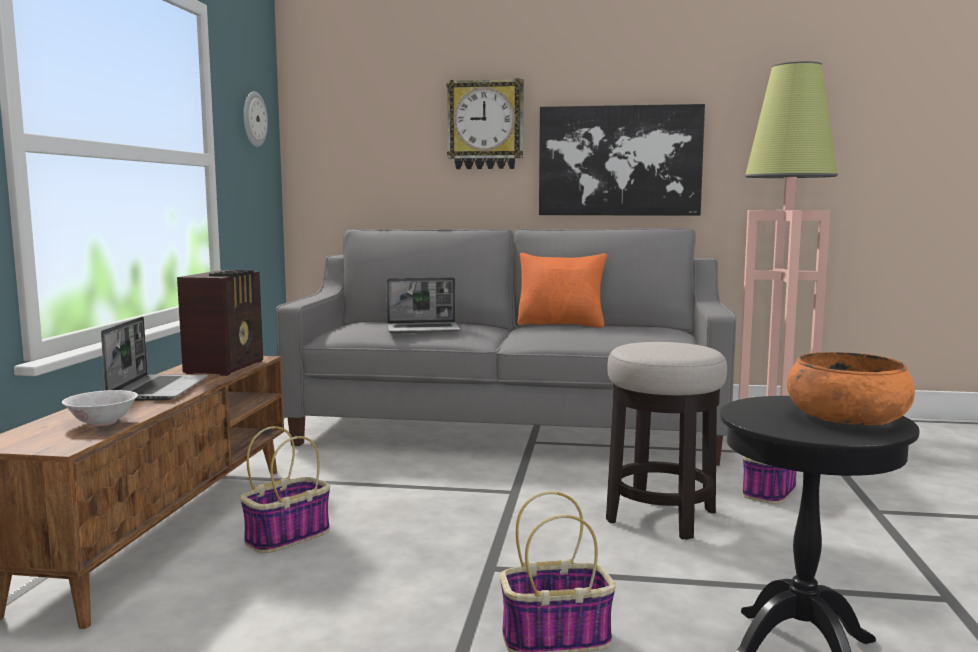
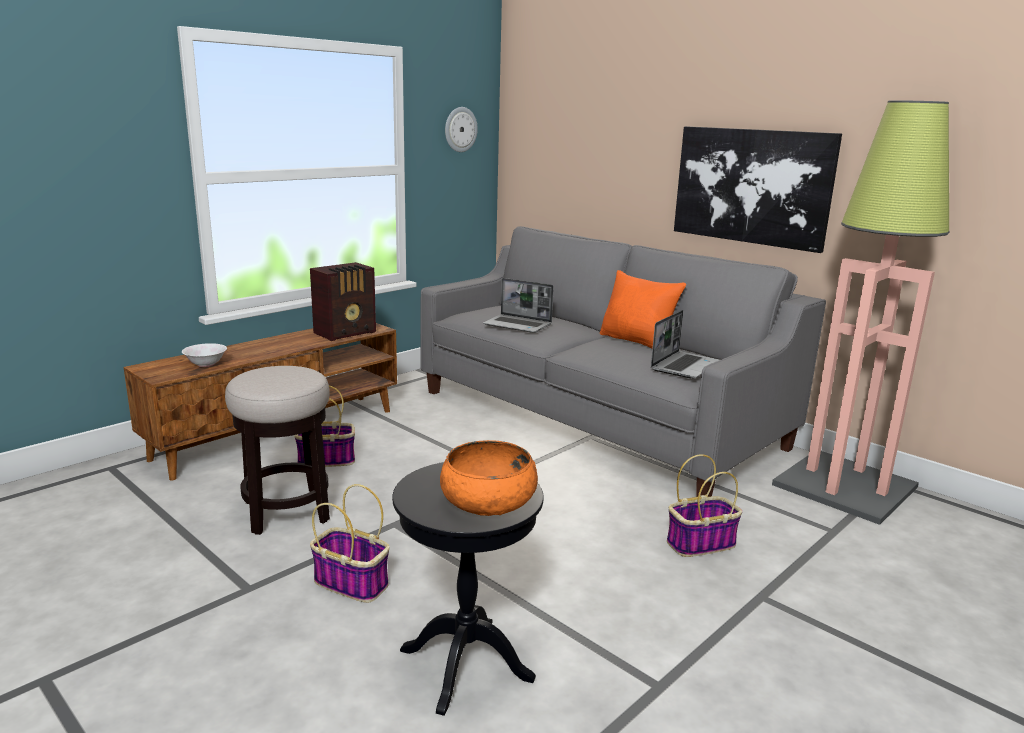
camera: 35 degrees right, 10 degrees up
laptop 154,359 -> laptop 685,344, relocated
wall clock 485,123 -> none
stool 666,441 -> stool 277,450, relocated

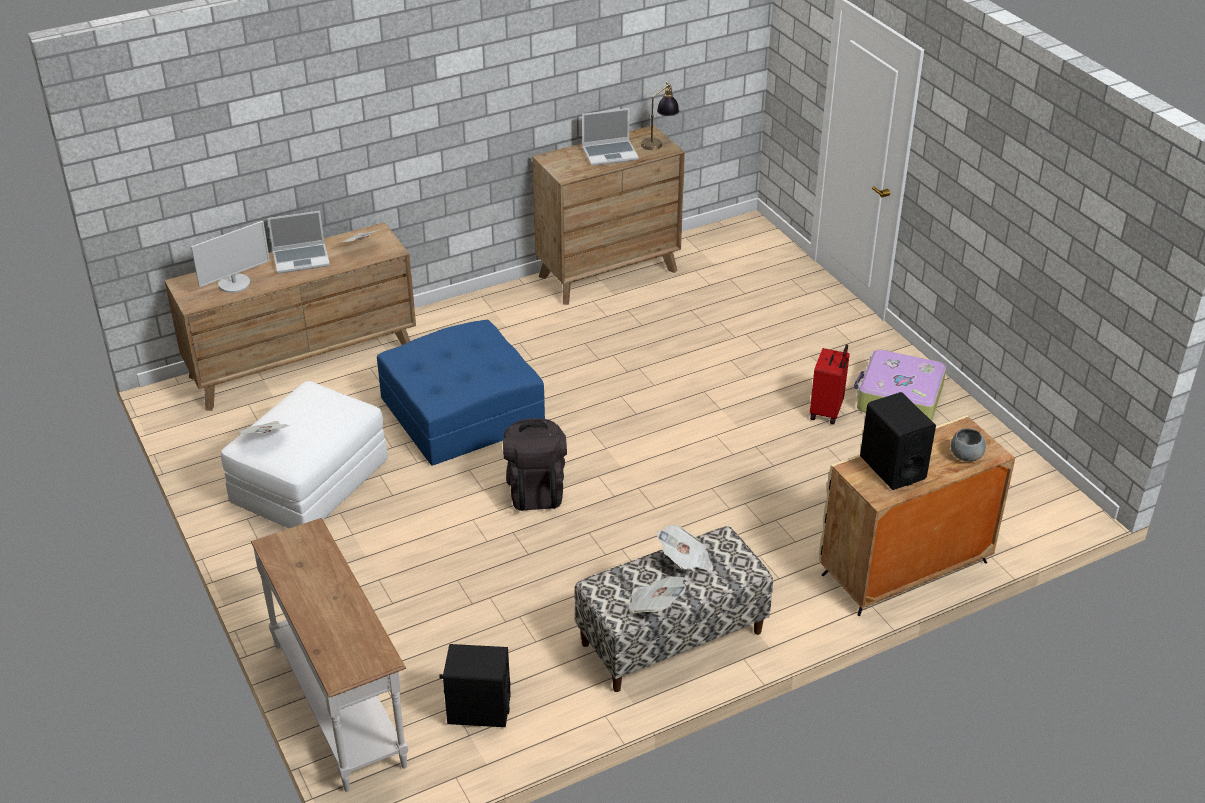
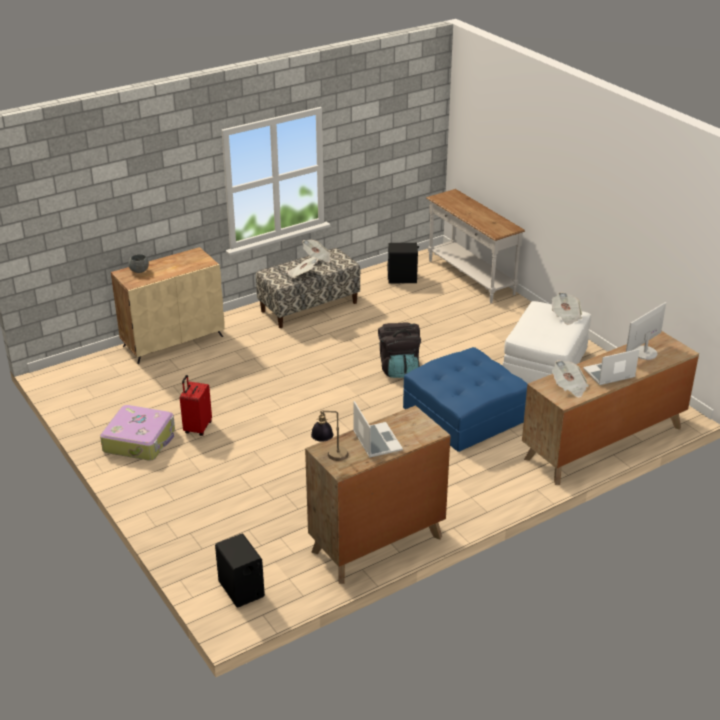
camera: 175 degrees right, 5 degrees down
laptop 610,137 -> laptop 378,429, 90 degrees clockwise
speaker (black) 898,441 -> speaker (black) 240,570, relocated

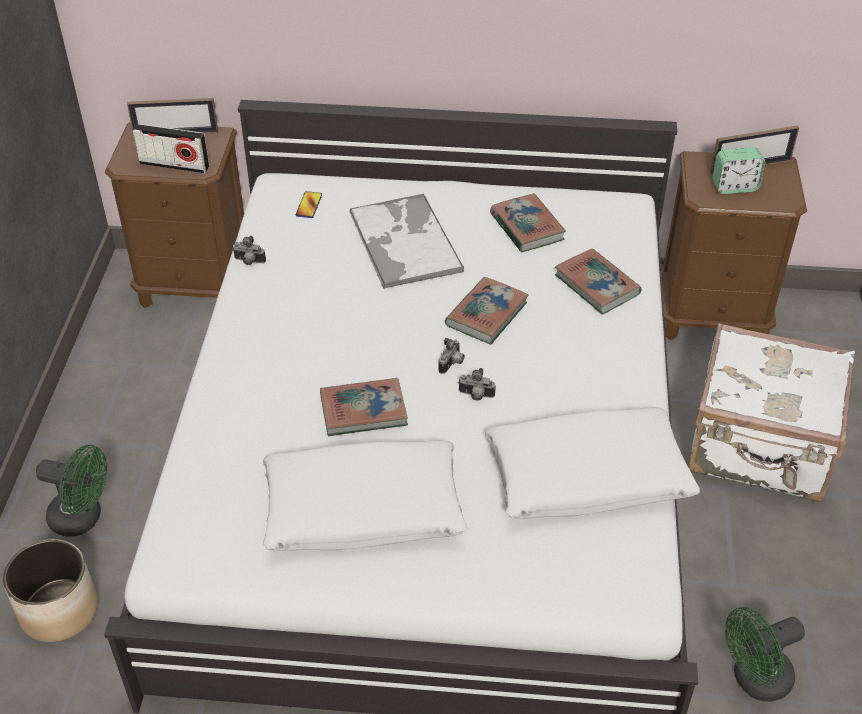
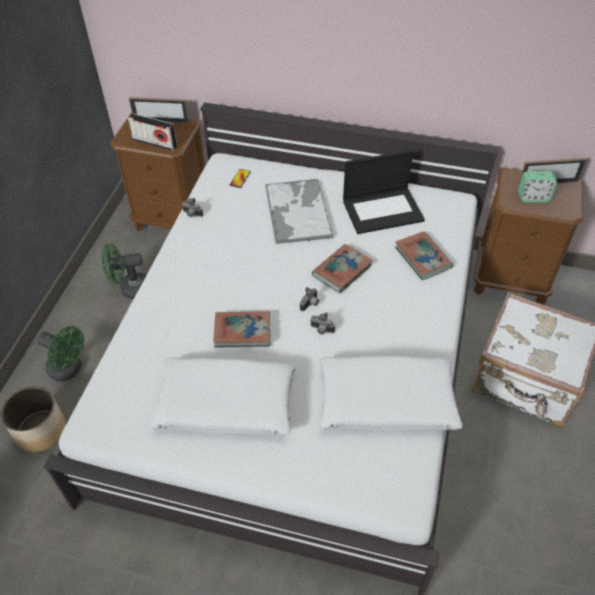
camera: 10 degrees right, 5 degrees up
book 528,223 -> laptop 384,192
fan (green) 765,654 -> fan (green) 124,271, relocated

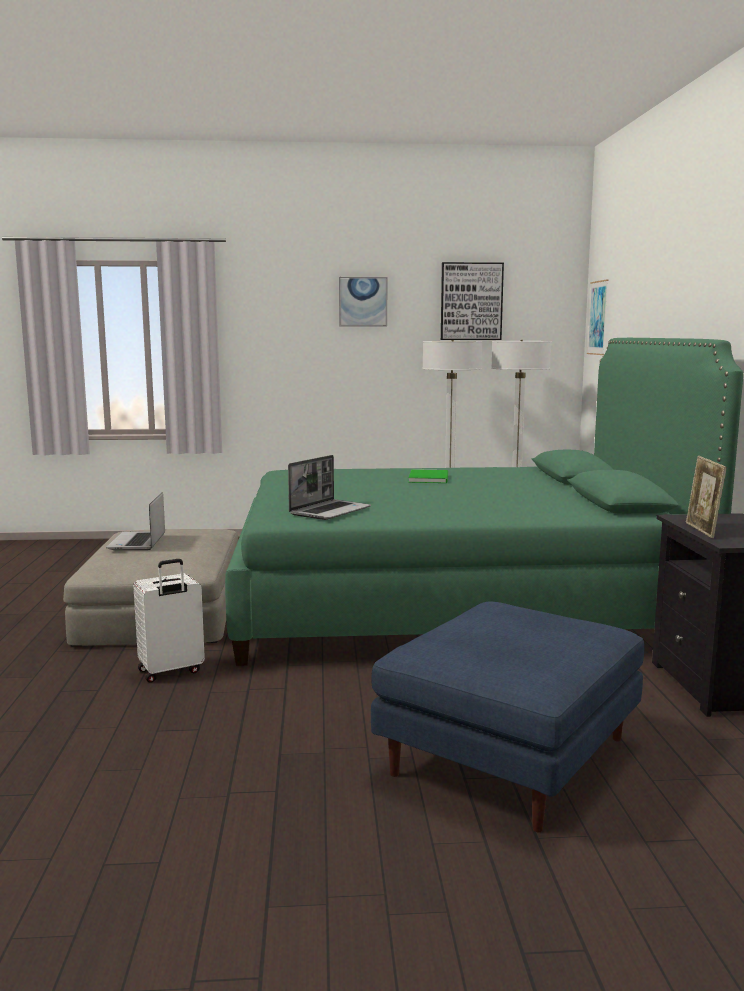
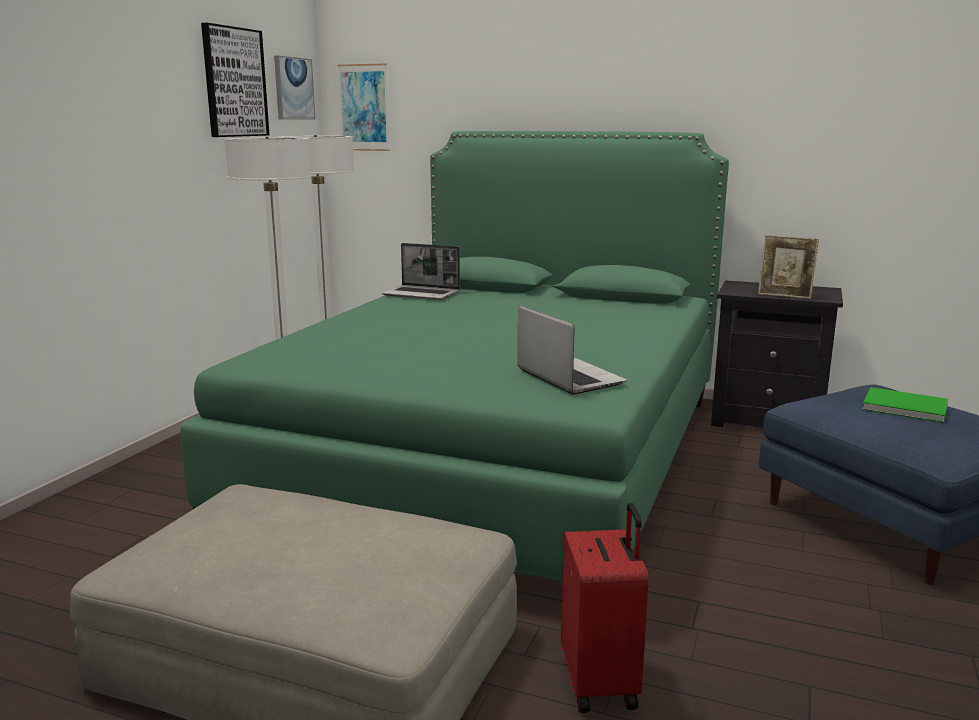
camera: 65 degrees left, 5 degrees up
laptop 135,521 -> laptop 421,271, relocated
suitcase (white) 169,621 -> suitcase (red) 605,607
picture 363,302 -> picture 294,87, relocated
book (green) 428,476 -> book (green) 905,405, relocated

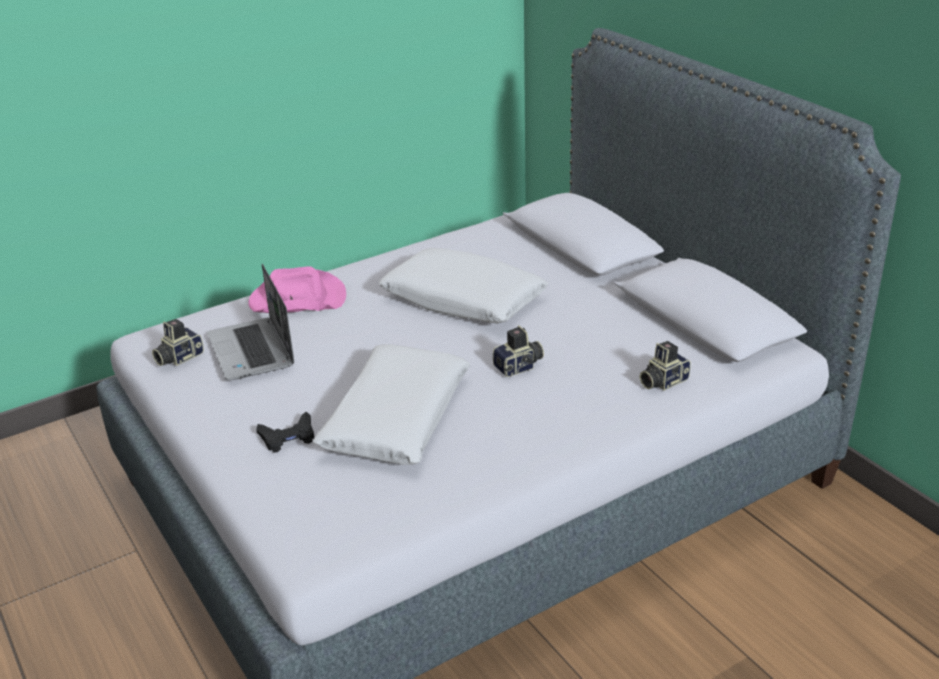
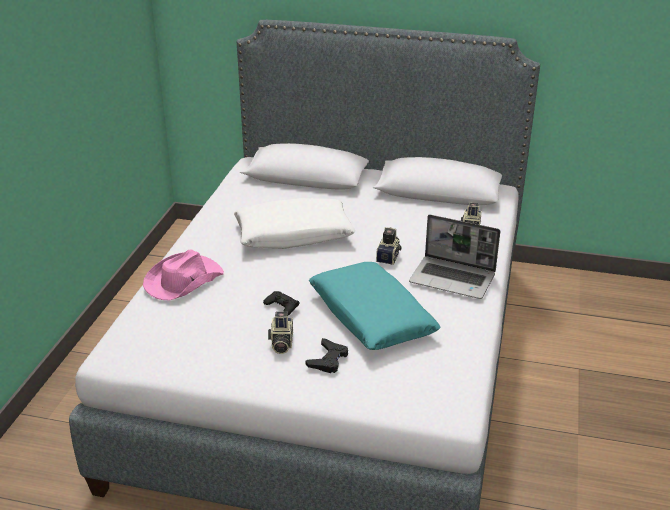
camera: 45 degrees left, 0 degrees up
photo camera 178,342 -> photo camera 280,333, relocated
laptop 250,322 -> laptop 454,257, relocated
pillow (white) 392,404 -> pillow (turquoise) 374,306
none -> game controller (black) 281,303

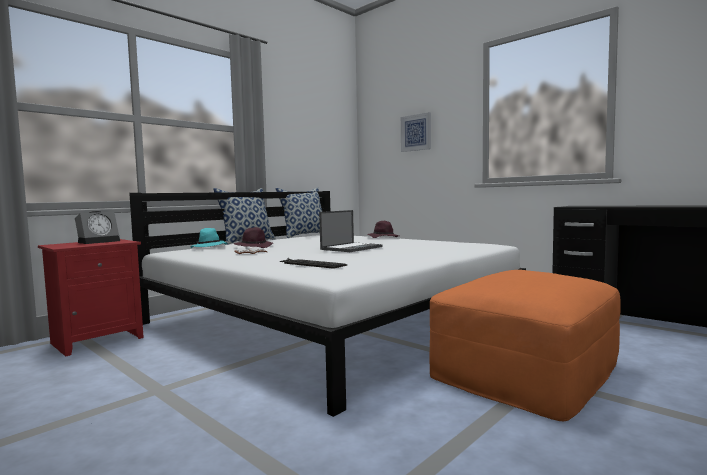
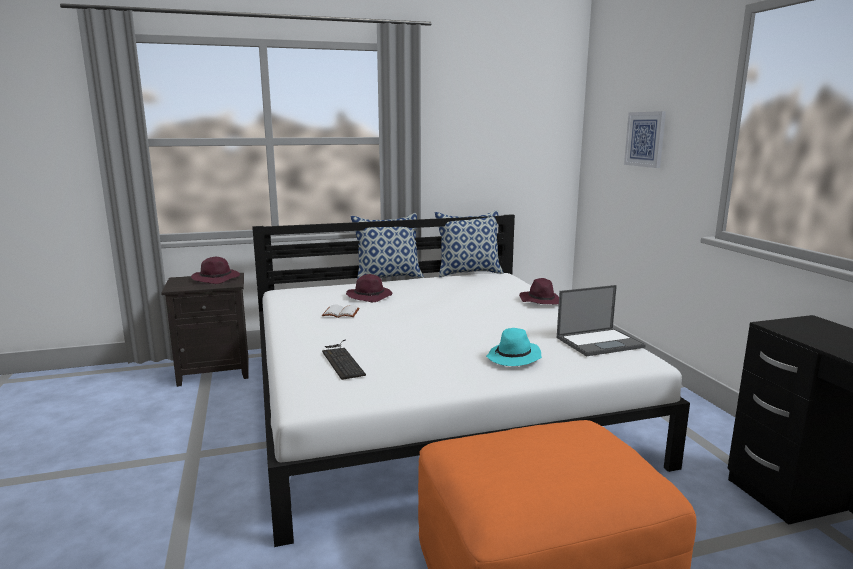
camera: 30 degrees right, 10 degrees up
nightstand (red) 91,298 -> nightstand (black) 205,330
alarm clock 97,227 -> hat (purple) 215,270
hat (turquoise) 209,238 -> hat (turquoise) 514,347, relocated
laptop 351,231 -> laptop 601,320, relocated

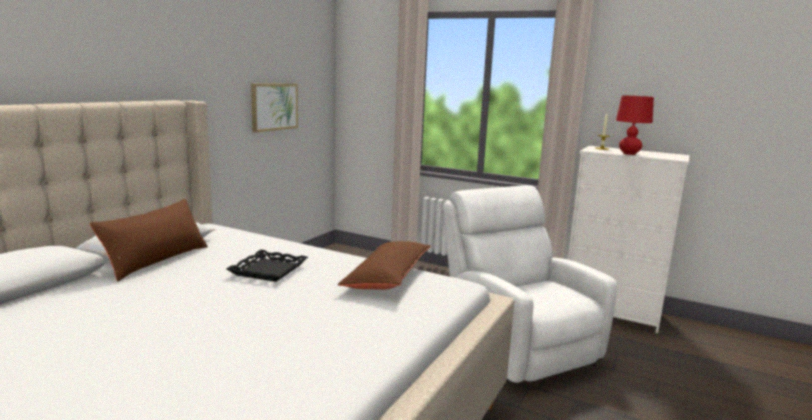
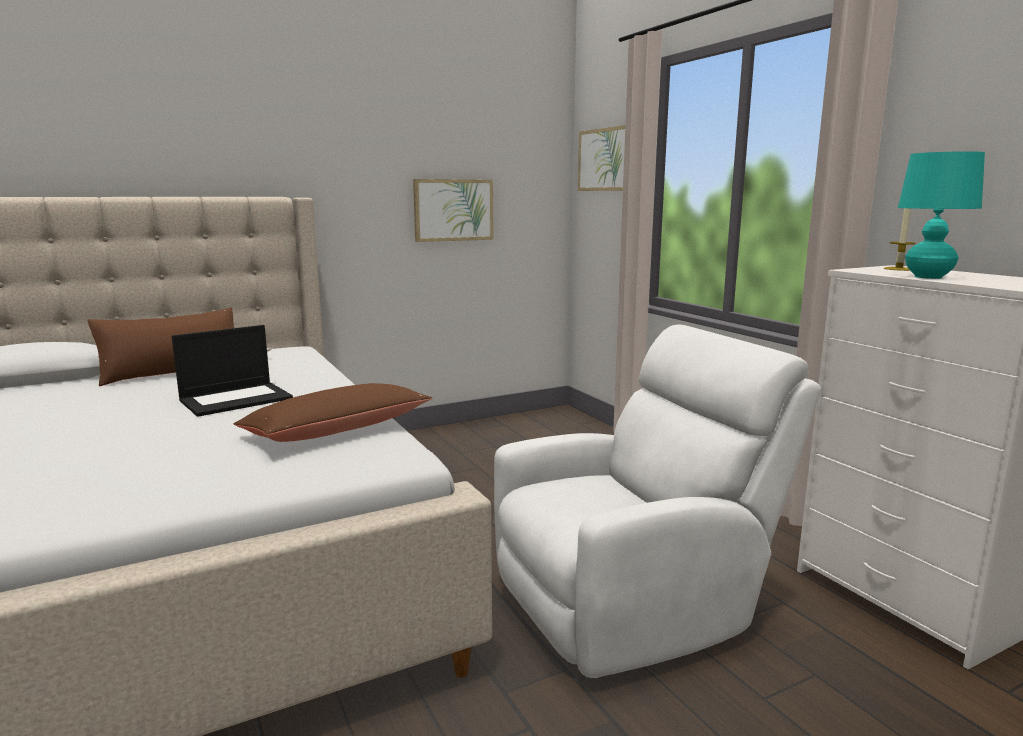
camera: 35 degrees right, 0 degrees up
tray (black) 267,266 -> laptop 232,371
armchair (white) 530,284 -> armchair (white) 657,501, 60 degrees clockwise
table lamp (red) 635,125 -> table lamp (turquoise) 941,215
none -> picture 601,158

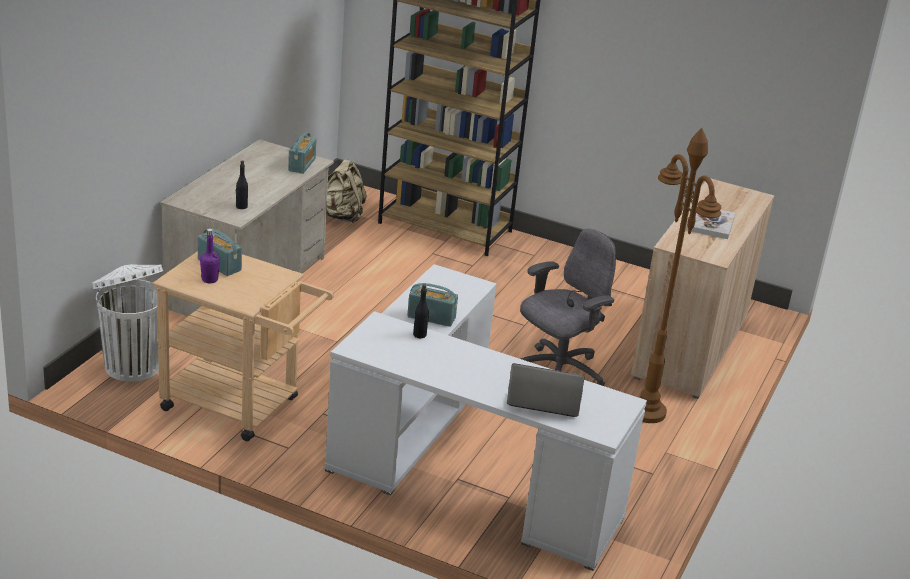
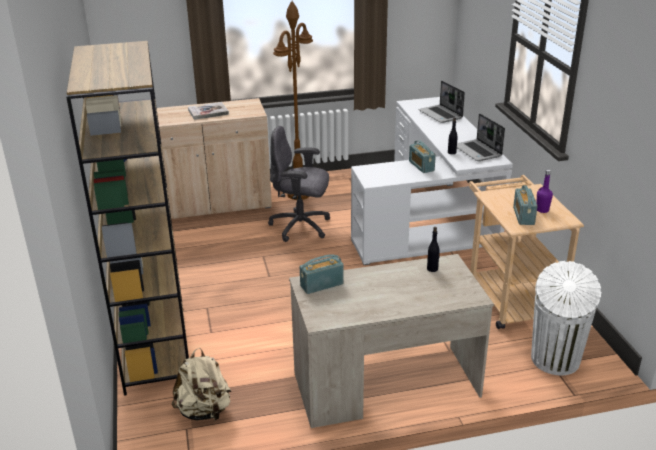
camera: 125 degrees left, 0 degrees up
none -> laptop 481,137

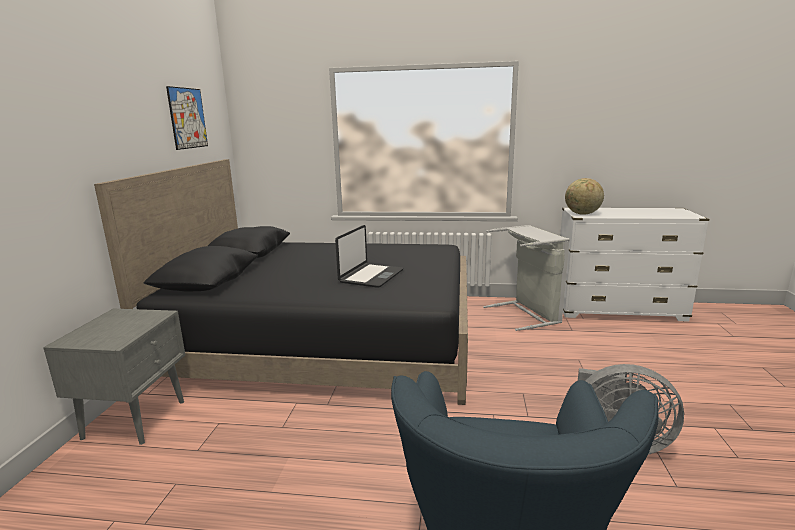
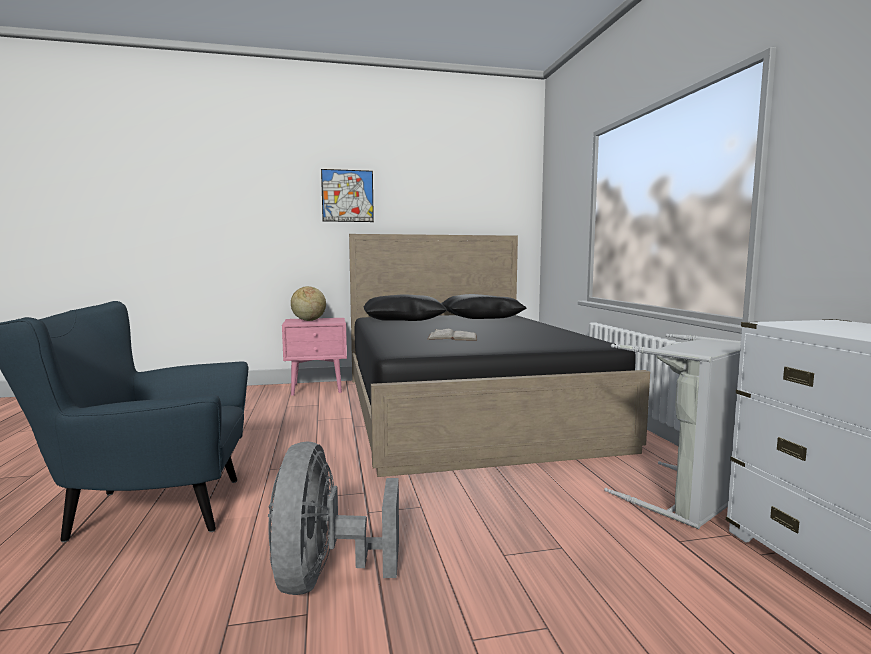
camera: 70 degrees right, 10 degrees down
nightstand (grey) 114,377 -> nightstand (pink) 314,357
picture 187,118 -> picture 347,195, relocated
laptop 369,256 -> book (white) 452,335
globe 584,196 -> globe 308,303, relocated

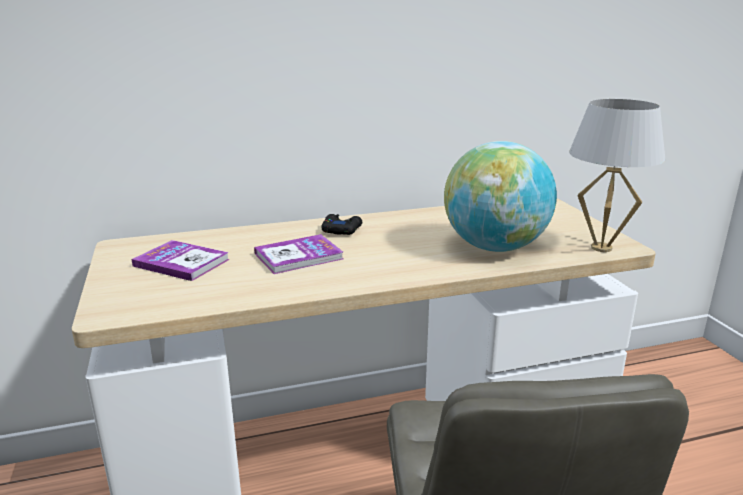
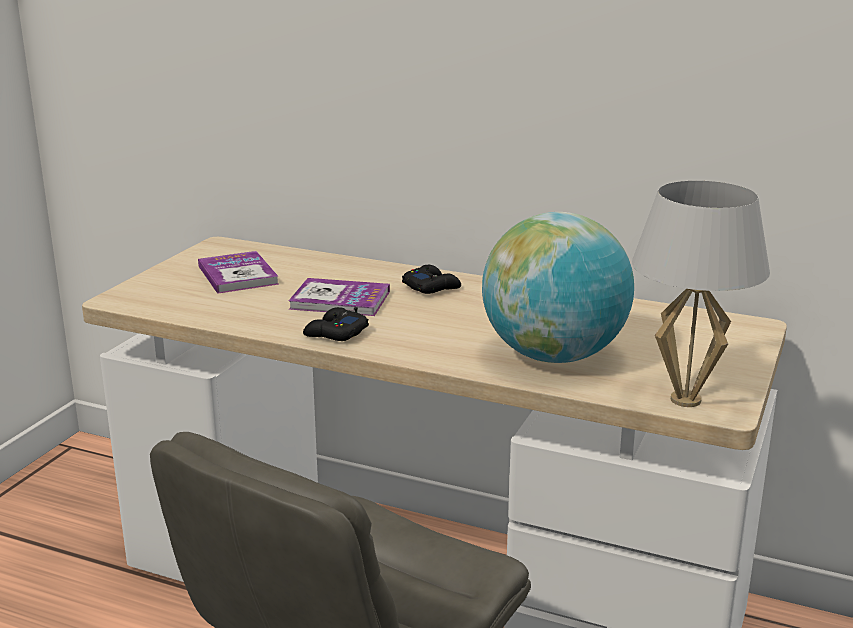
camera: 40 degrees right, 0 degrees up
none -> game controller (black) 336,324

